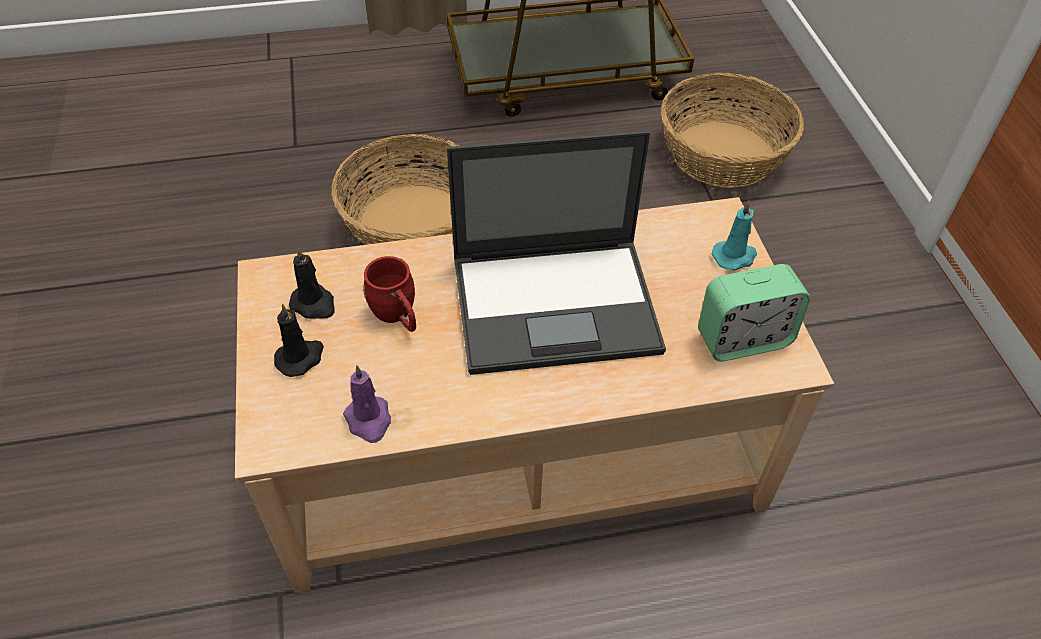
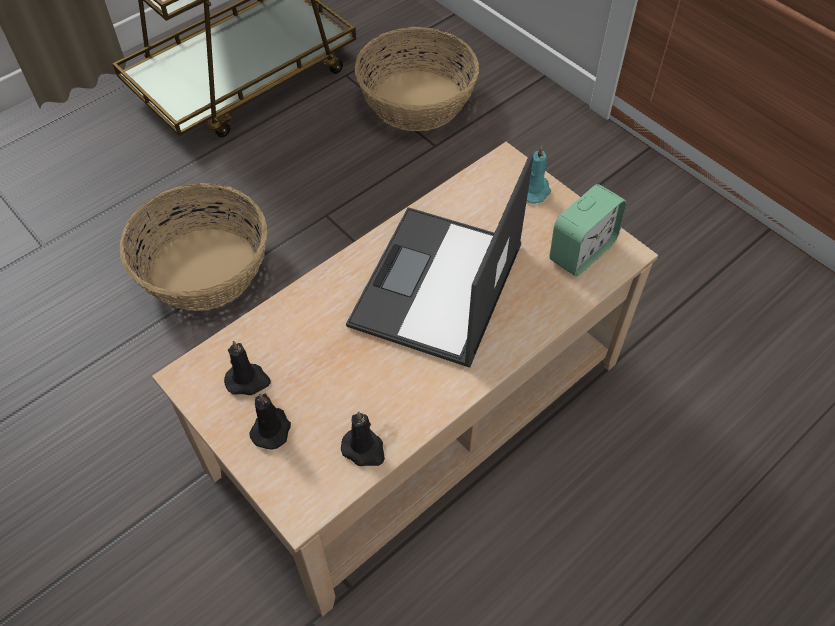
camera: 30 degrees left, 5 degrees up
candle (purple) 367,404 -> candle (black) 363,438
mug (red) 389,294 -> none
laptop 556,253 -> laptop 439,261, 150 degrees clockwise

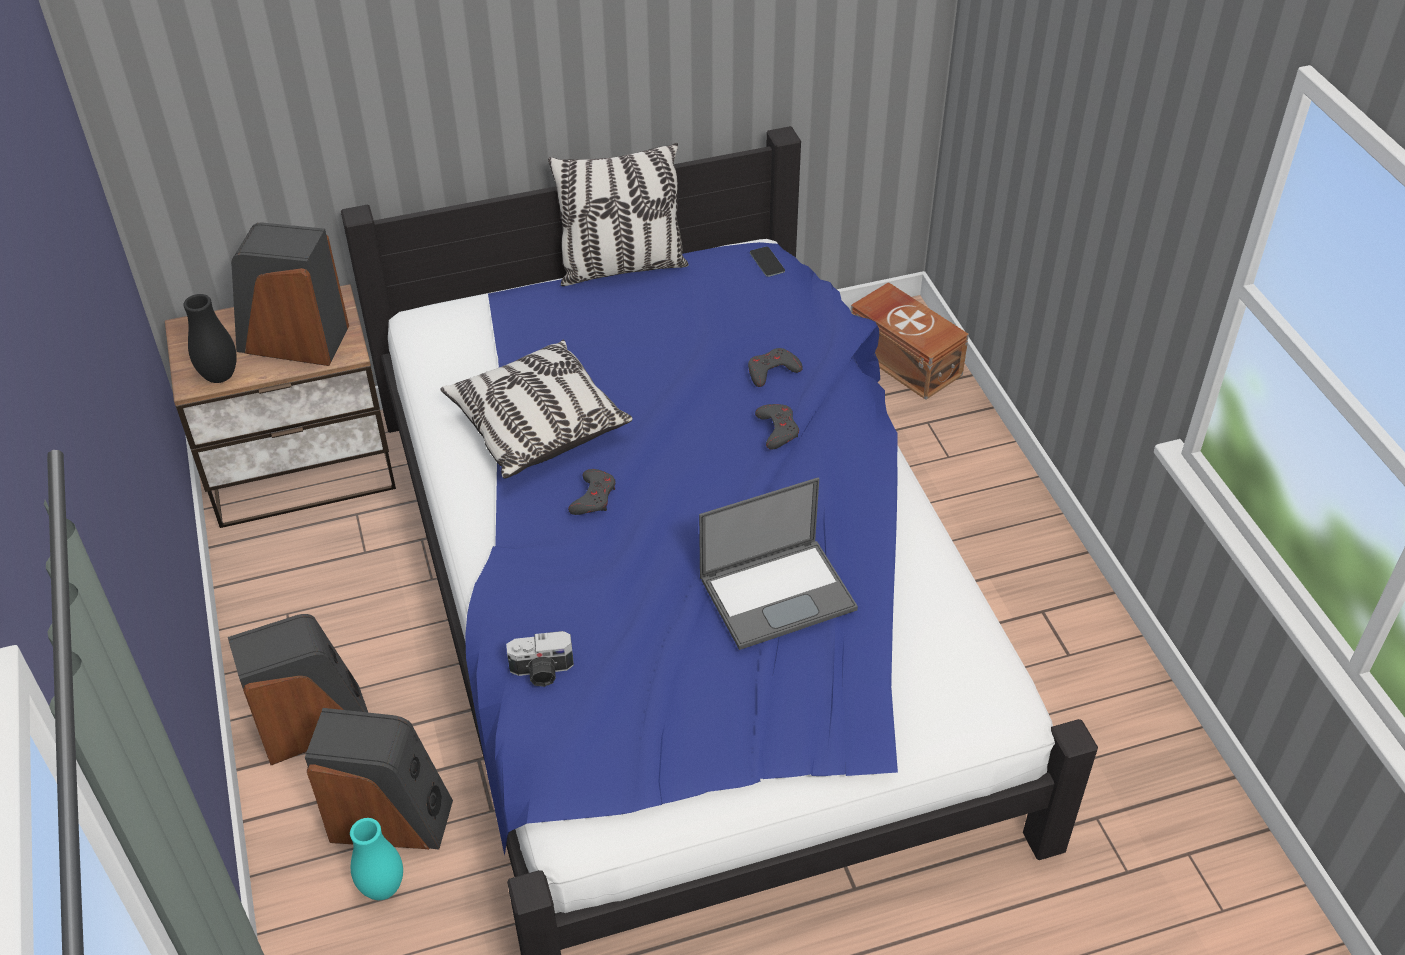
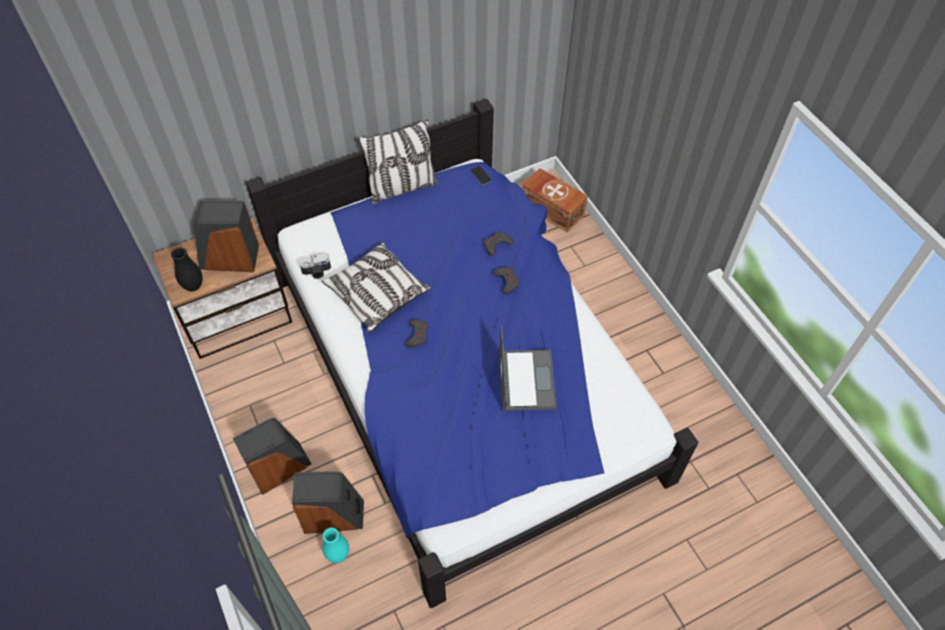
camera: 10 degrees left, 10 degrees up
photo camera 540,659 -> photo camera 315,265, relocated
laptop 778,563 -> laptop 528,368, 60 degrees counterclockwise

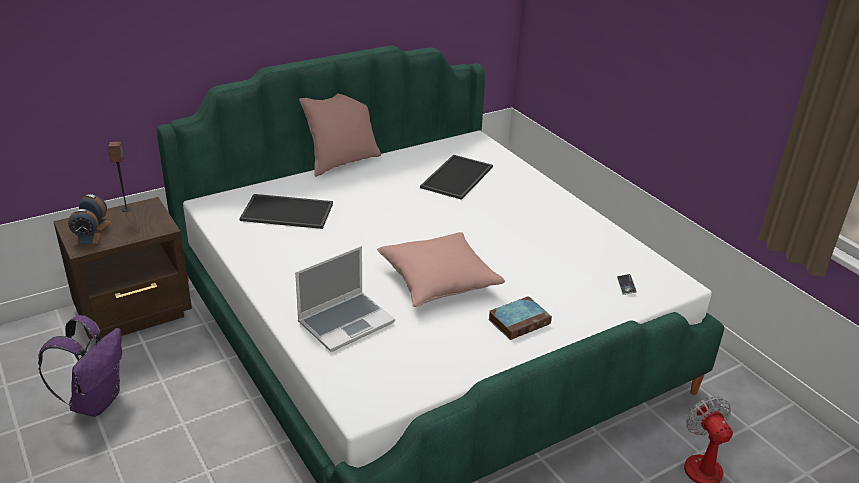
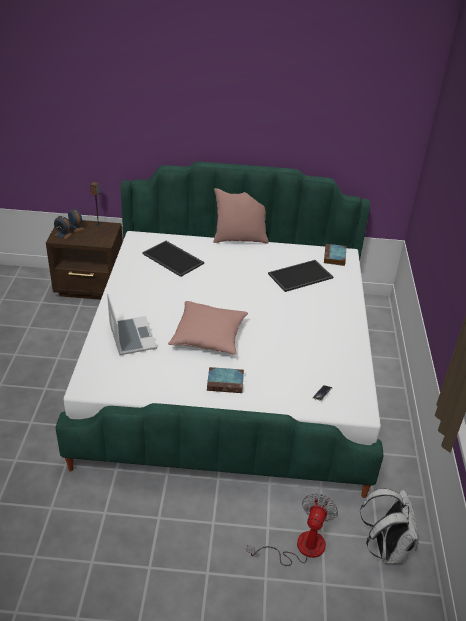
camera: 35 degrees right, 5 degrees up
backpack (purple) 80,366 -> none
laptop 345,299 -> laptop 132,324, 105 degrees counterclockwise
none -> book 335,255
none -> backpack (white) 389,526

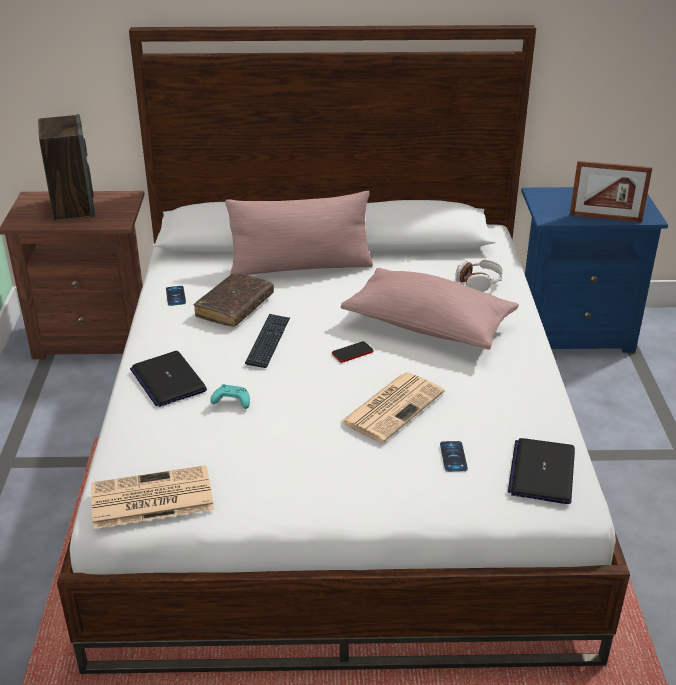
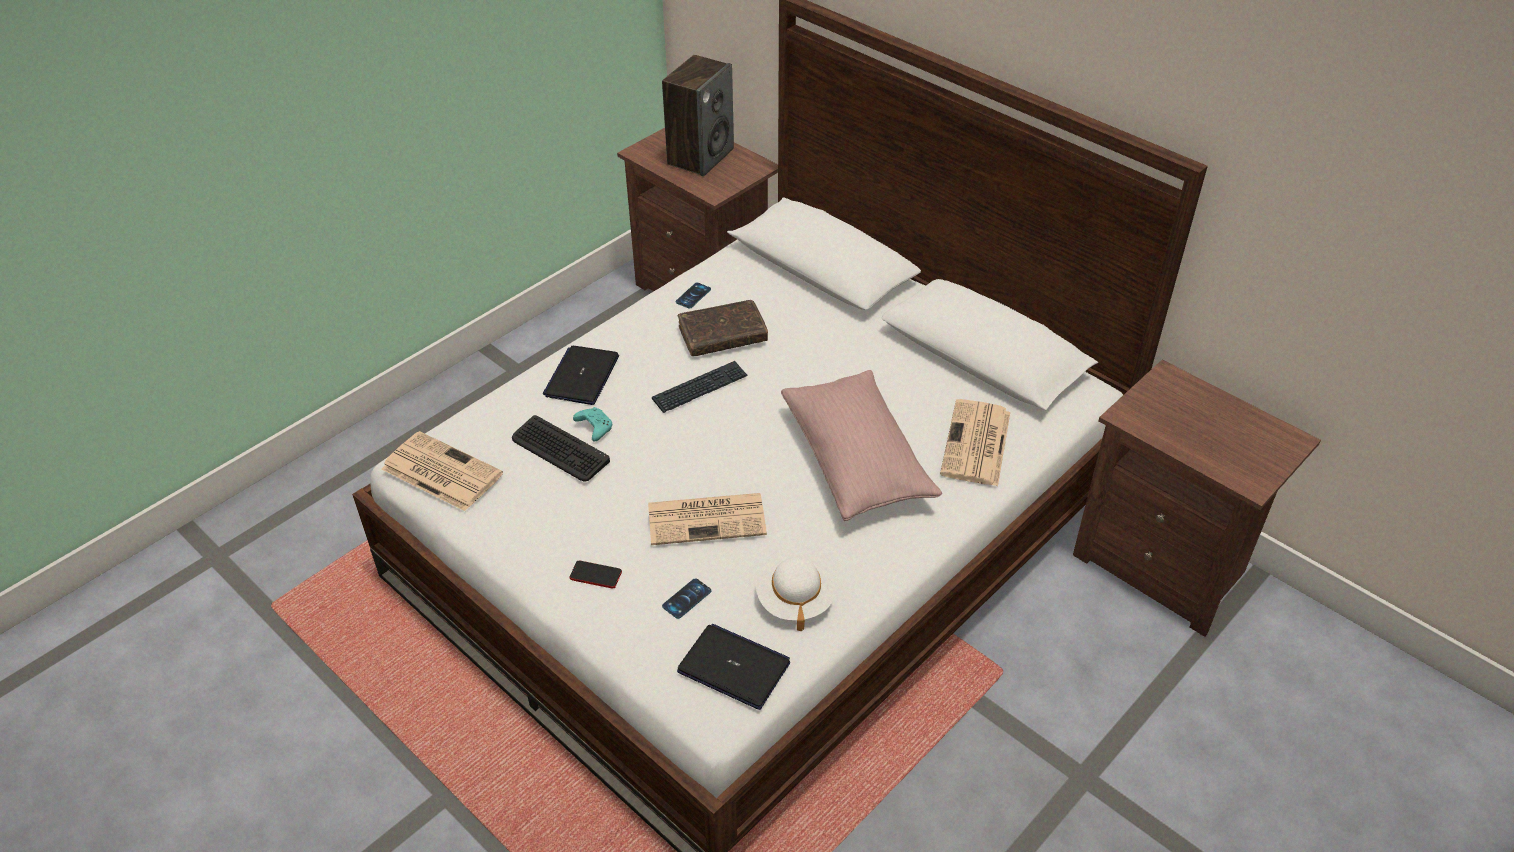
camera: 45 degrees right, 10 degrees up
pillow (pink) 299,233 -> none
phone 353,352 -> phone 595,574, relocated
headphones 479,276 -> newspaper 975,442
laptop 541,471 -> laptop 733,667, 60 degrees clockwise
nightstand (blue) 594,270 -> nightstand (brown) 1197,498
picture frame 611,192 -> none
none -> keyboard 561,448
none -> hat (white) 795,592

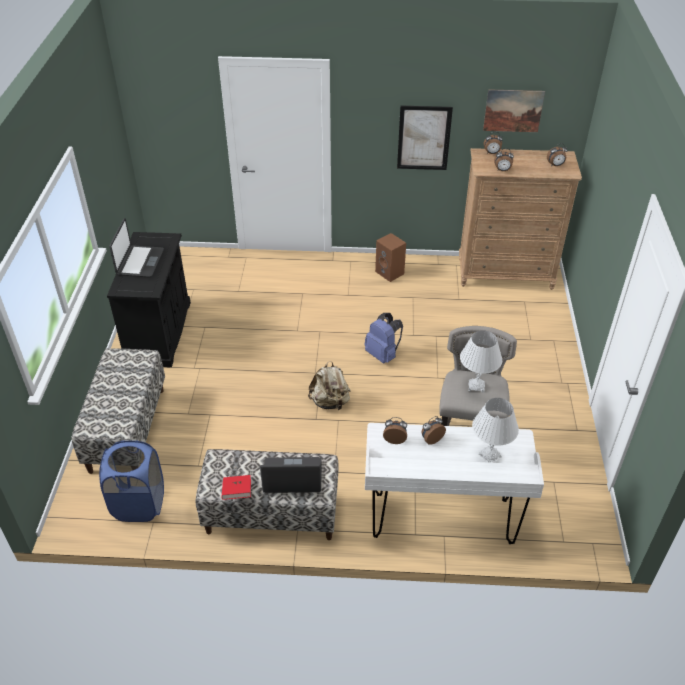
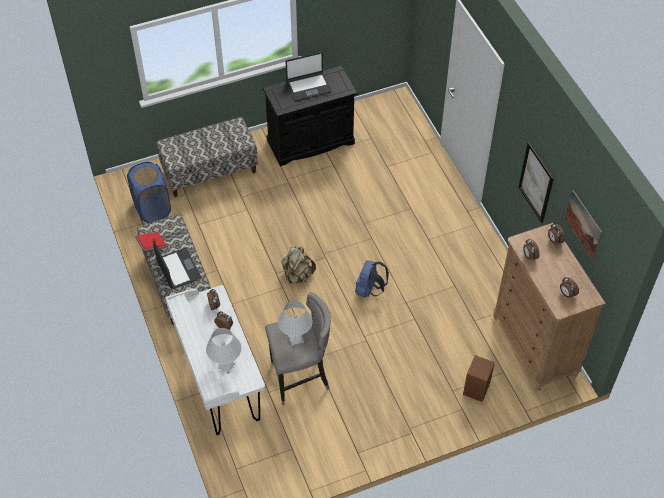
camera: 65 degrees right, 10 degrees up
speaker (brown) 390,257 -> speaker (brown) 479,378, relocated

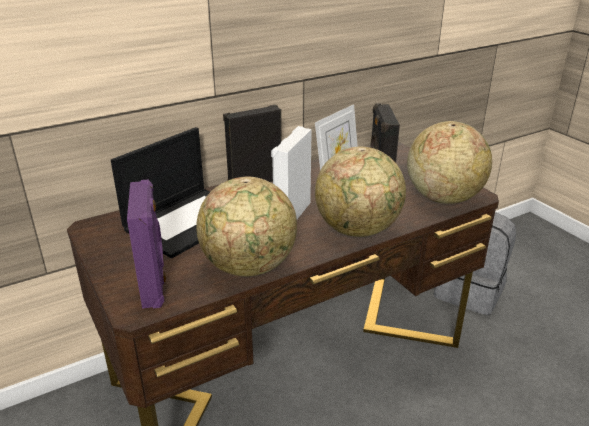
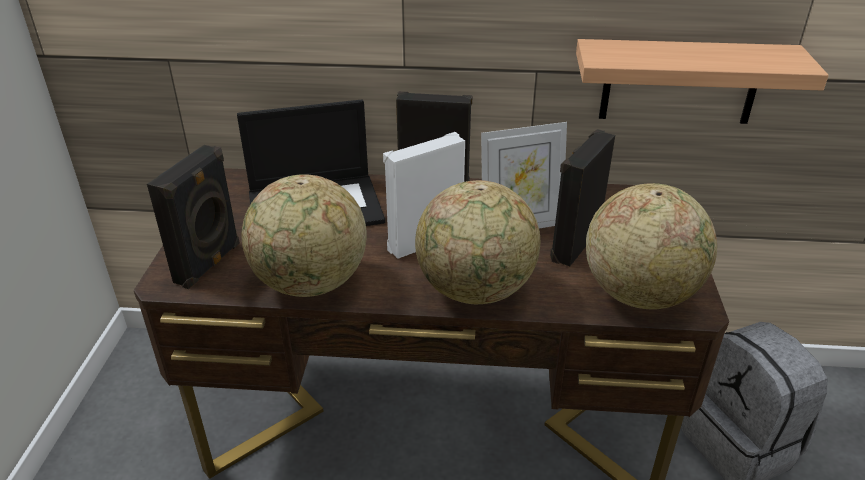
camera: 35 degrees right, 5 degrees up
speaker (purple) 146,244 -> speaker (black) 193,217
none -> shelf 702,81

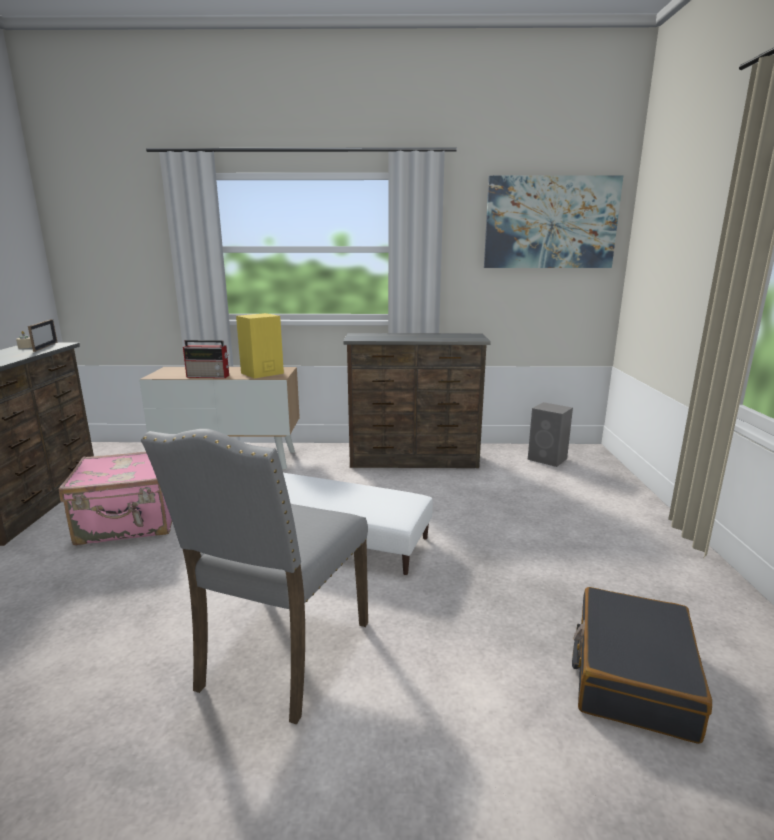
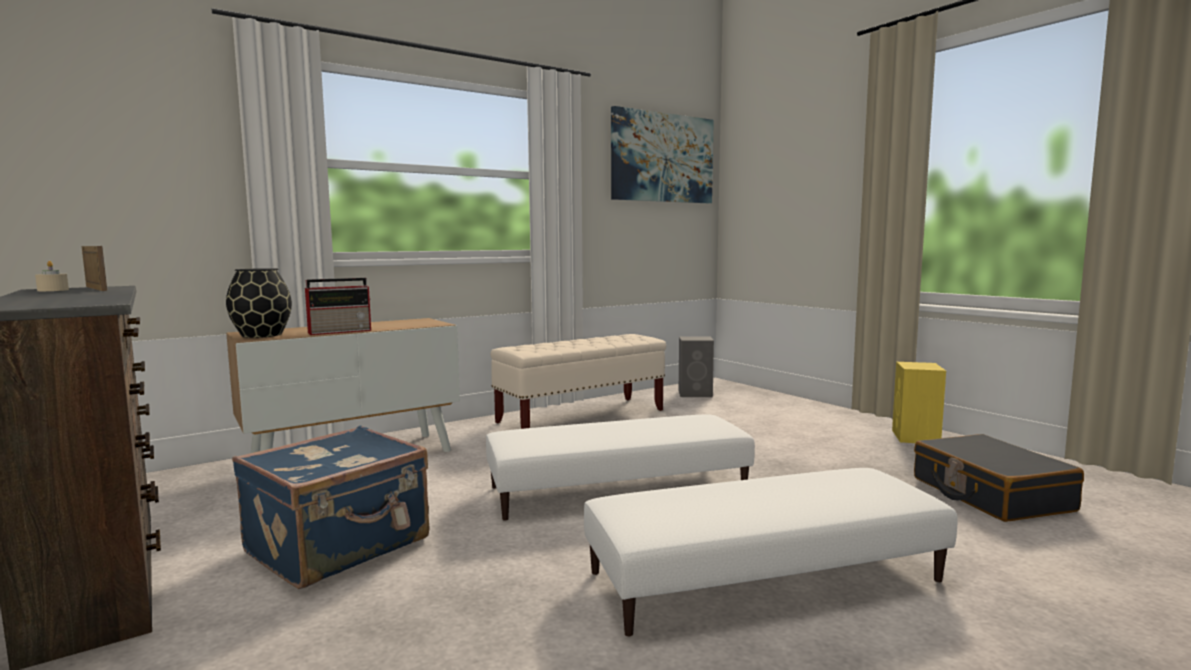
camera: 35 degrees left, 10 degrees down
suitcase (pink) 115,499 -> suitcase (blue) 331,507
chair (grey) 254,576 -> ottoman (white) 771,552
speaker (yellow) 260,346 -> speaker (yellow) 919,402, relocated
dresser (brown) 417,400 -> bench (beige) 578,381
none -> vase (black) 259,303

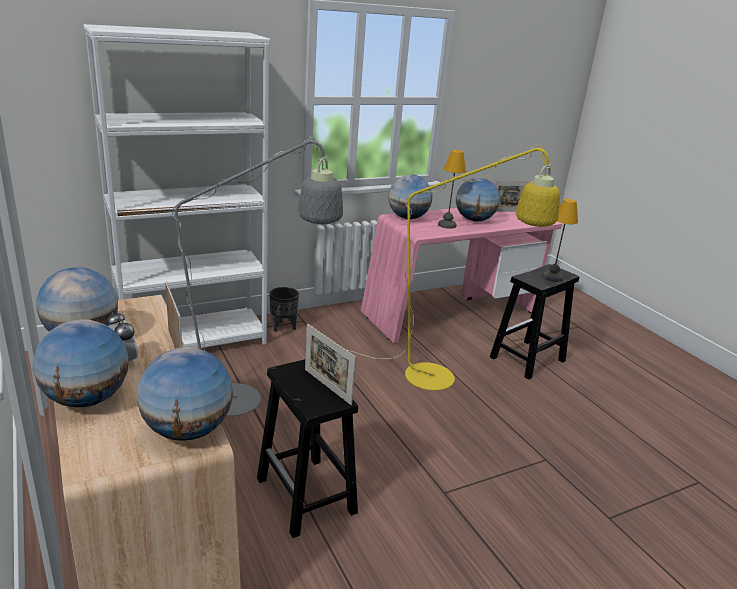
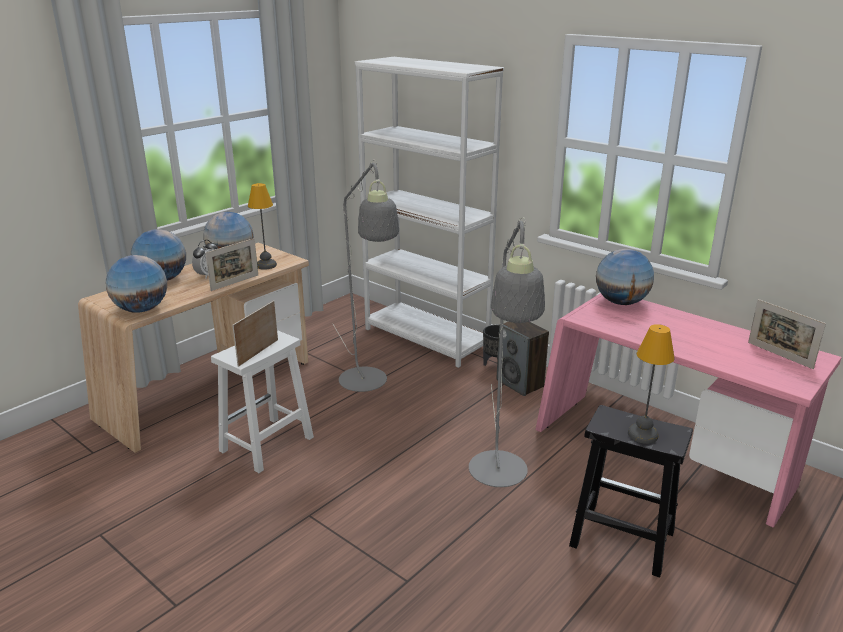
camera: 70 degrees right, 0 degrees up
stool (black) 307,448 -> stool (white) 262,401
floor lamp (yellow) 453,268 -> floor lamp (grey) 507,352
table lamp 452,189 -> table lamp 262,226, relocated
globe 478,199 -> none
none -> speaker 523,359

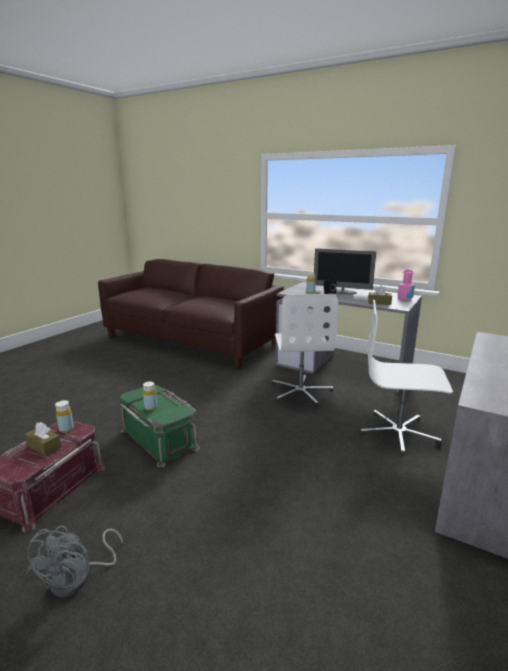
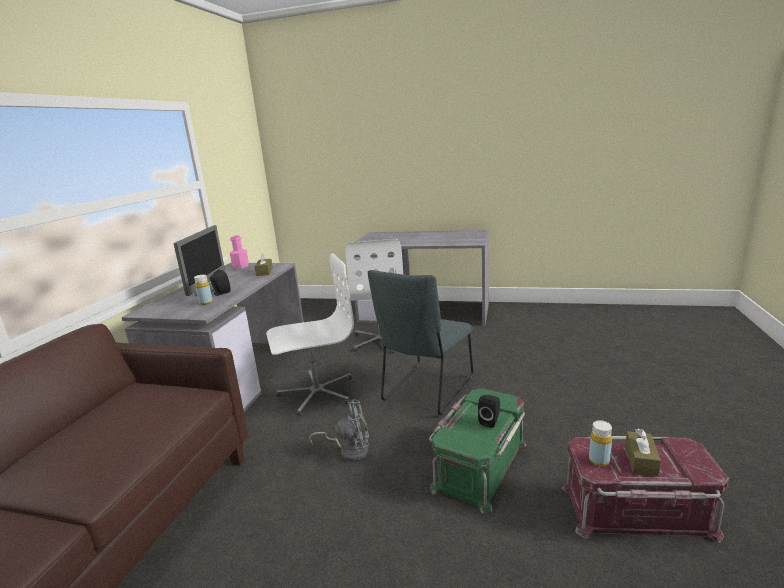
camera: 105 degrees left, 0 degrees up
fan (grey) 74,561 -> fan (grey) 339,431, relocated
bottle (yellow) 150,396 -> speaker (black) 489,411
none -> chair (grey) 420,342

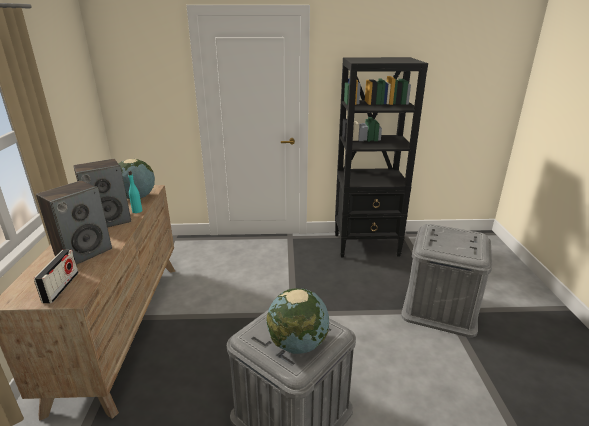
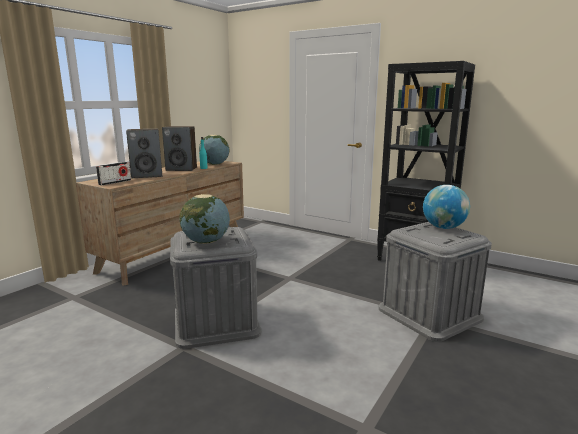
camera: 35 degrees right, 10 degrees down
none -> globe 446,207

